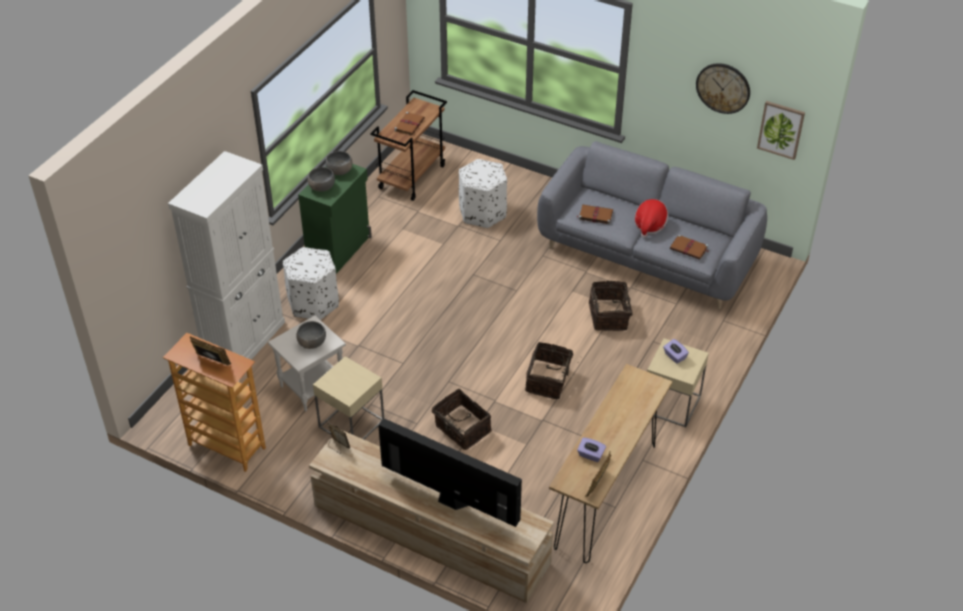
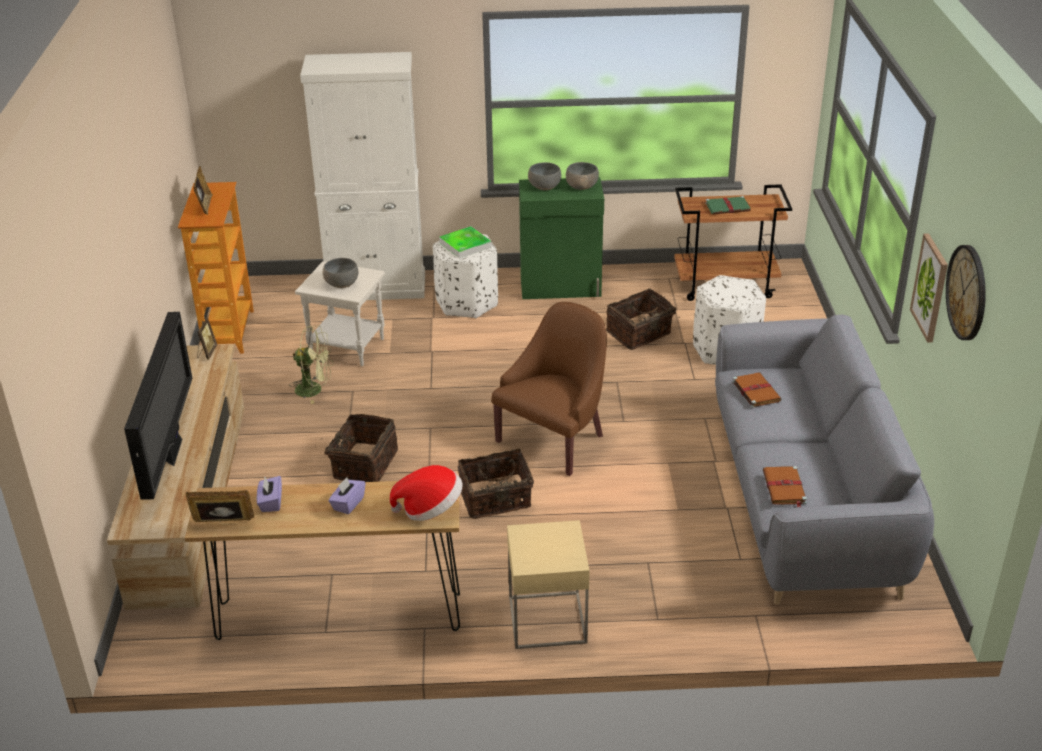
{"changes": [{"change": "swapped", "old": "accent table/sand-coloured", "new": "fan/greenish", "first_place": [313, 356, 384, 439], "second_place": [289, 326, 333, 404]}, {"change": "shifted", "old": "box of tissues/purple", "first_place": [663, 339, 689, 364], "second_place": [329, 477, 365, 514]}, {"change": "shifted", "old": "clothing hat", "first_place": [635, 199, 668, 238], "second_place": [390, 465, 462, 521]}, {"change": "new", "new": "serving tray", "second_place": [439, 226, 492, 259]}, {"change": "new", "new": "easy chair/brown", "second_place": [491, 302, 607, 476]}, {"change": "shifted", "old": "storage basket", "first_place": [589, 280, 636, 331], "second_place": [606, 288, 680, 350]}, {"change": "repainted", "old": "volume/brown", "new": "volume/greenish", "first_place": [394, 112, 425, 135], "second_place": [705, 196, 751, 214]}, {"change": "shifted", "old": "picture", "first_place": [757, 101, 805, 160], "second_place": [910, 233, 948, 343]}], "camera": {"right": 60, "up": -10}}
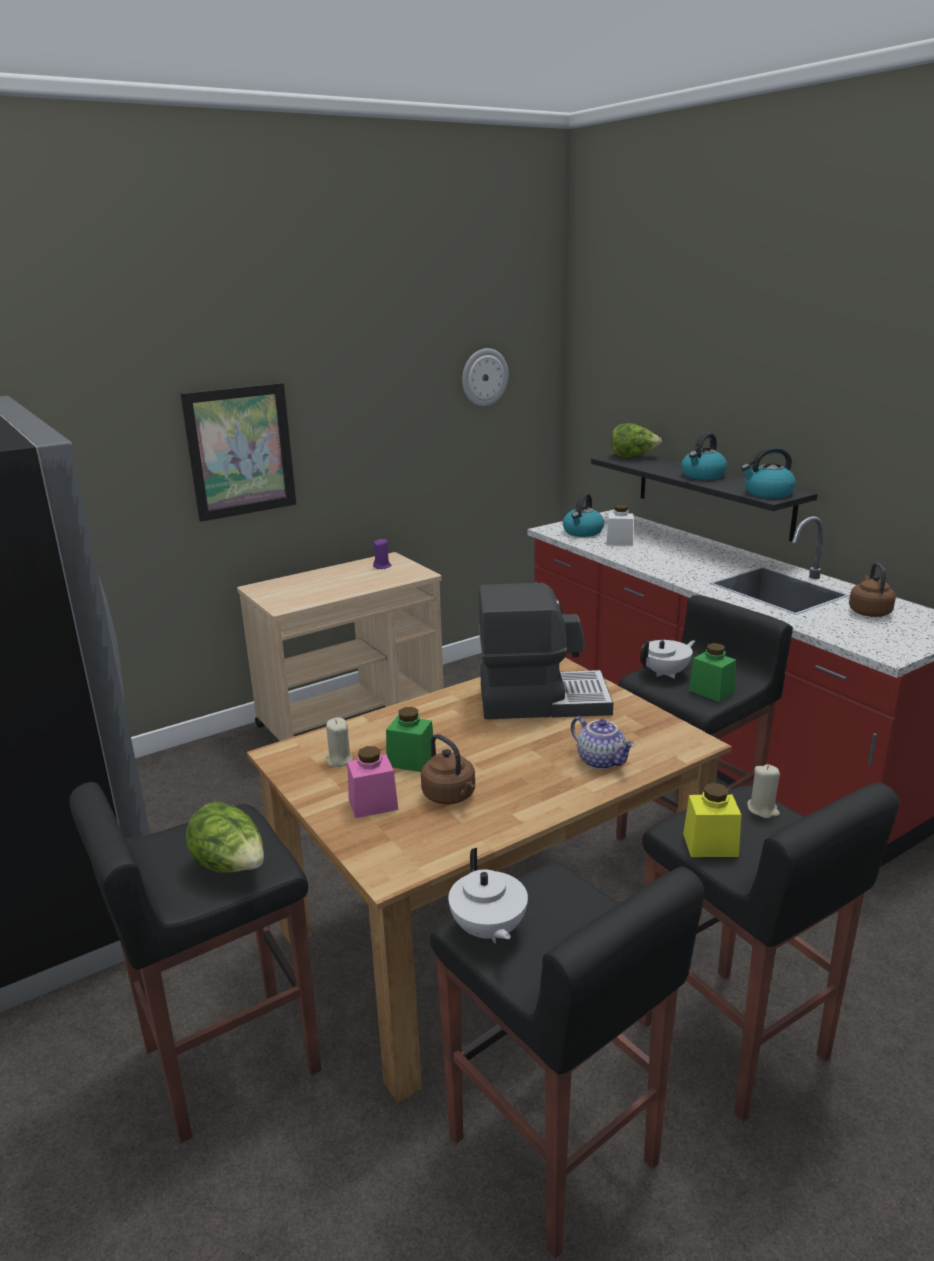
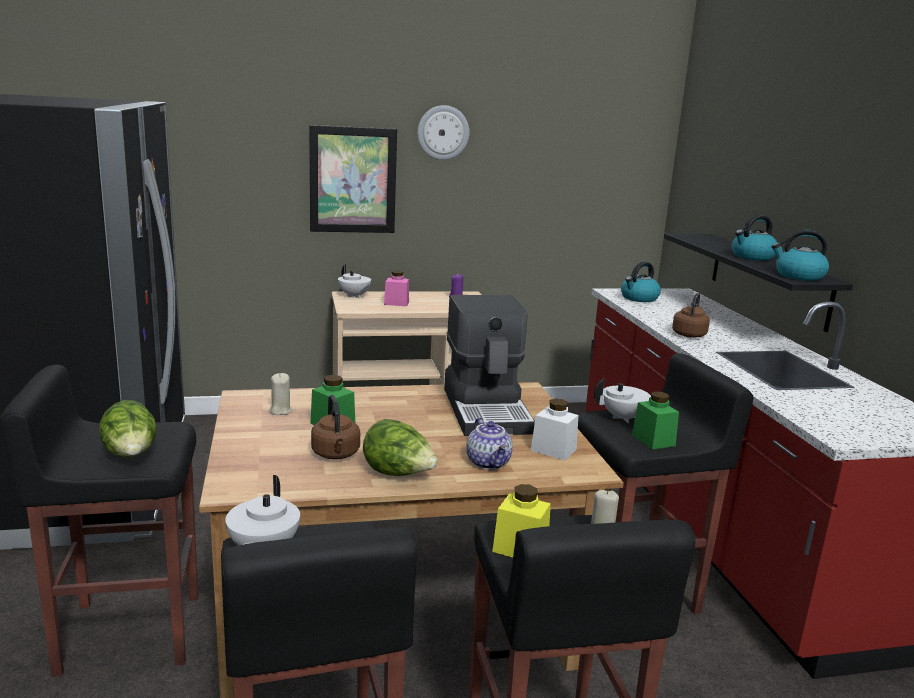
{"changes": [{"change": "new", "new": "tea pot/whitish", "second_place": [338, 264, 371, 298]}, {"change": "shifted", "old": "lettuce head", "first_place": [611, 423, 662, 458], "second_place": [363, 419, 438, 476]}, {"change": "shifted", "old": "jar/pink-coloured", "first_place": [347, 746, 398, 818], "second_place": [384, 271, 409, 306]}, {"change": "shifted", "old": "wall clock", "first_place": [462, 348, 509, 406], "second_place": [417, 105, 469, 160]}, {"change": "rotated", "old": "coffee machine", "first_place": [479, 583, 613, 719], "second_place": [444, 295, 535, 436], "degrees": 60}, {"change": "shifted", "old": "jar/whitish", "first_place": [606, 505, 633, 546], "second_place": [531, 399, 578, 461]}, {"change": "shifted", "old": "tea kettle/brown", "first_place": [849, 563, 896, 617], "second_place": [672, 293, 710, 338]}], "camera": {"right": 20, "up": -5}}
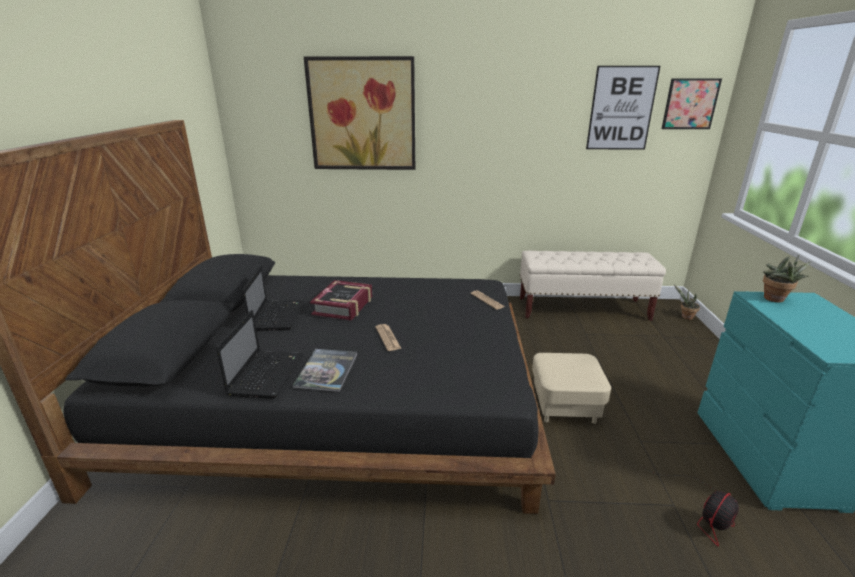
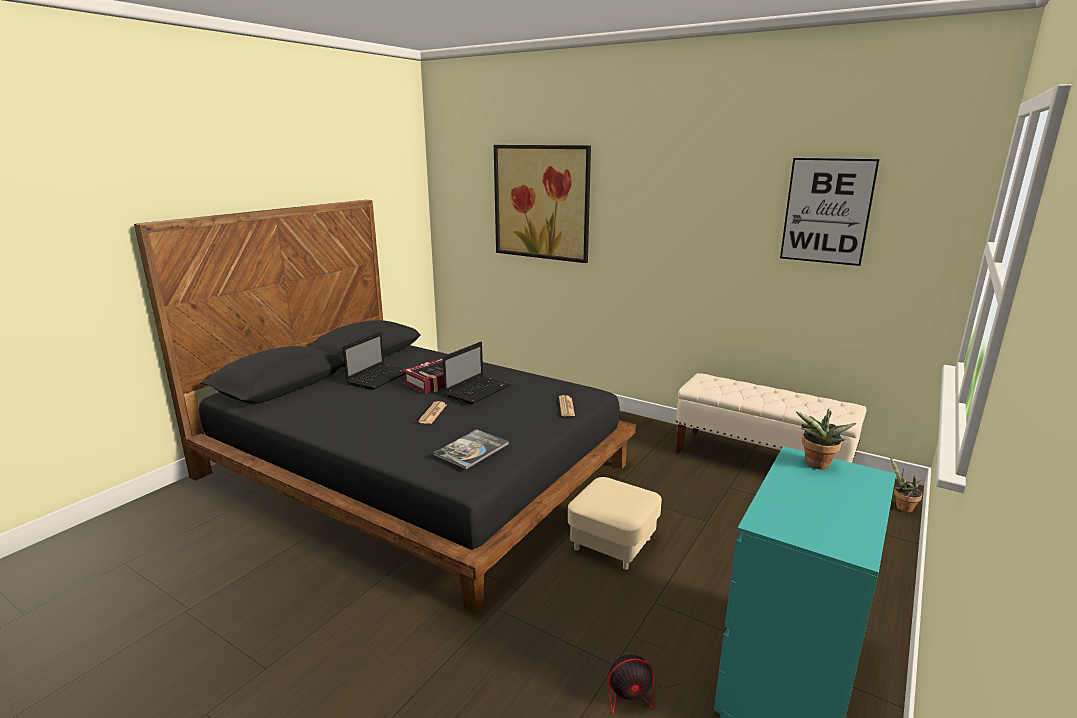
{"changes": [{"change": "shifted", "old": "volume", "first_place": [292, 349, 358, 392], "second_place": [433, 429, 509, 470]}, {"change": "shifted", "old": "laptop", "first_place": [216, 310, 303, 399], "second_place": [443, 342, 511, 405]}, {"change": "gone", "old": "picture", "first_place": [662, 78, 722, 129]}], "camera": {"right": 30, "up": -5}}
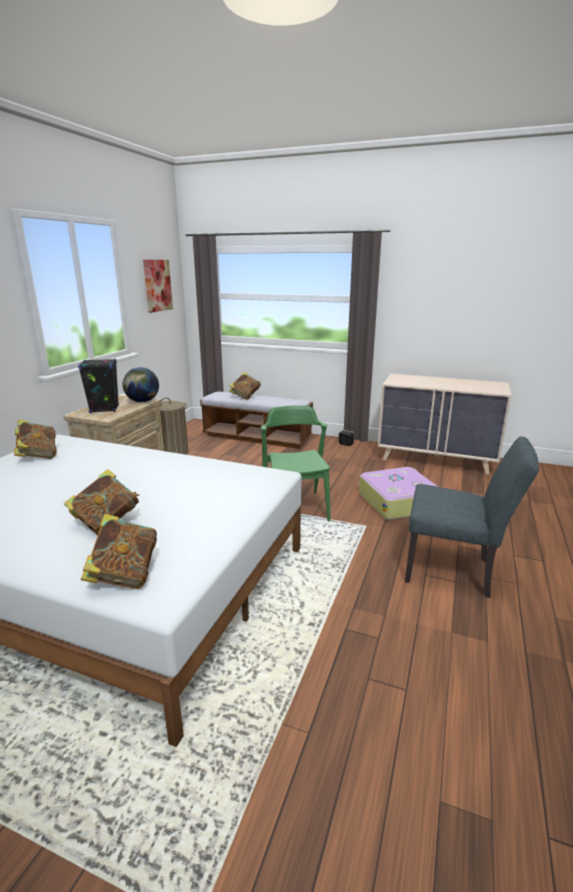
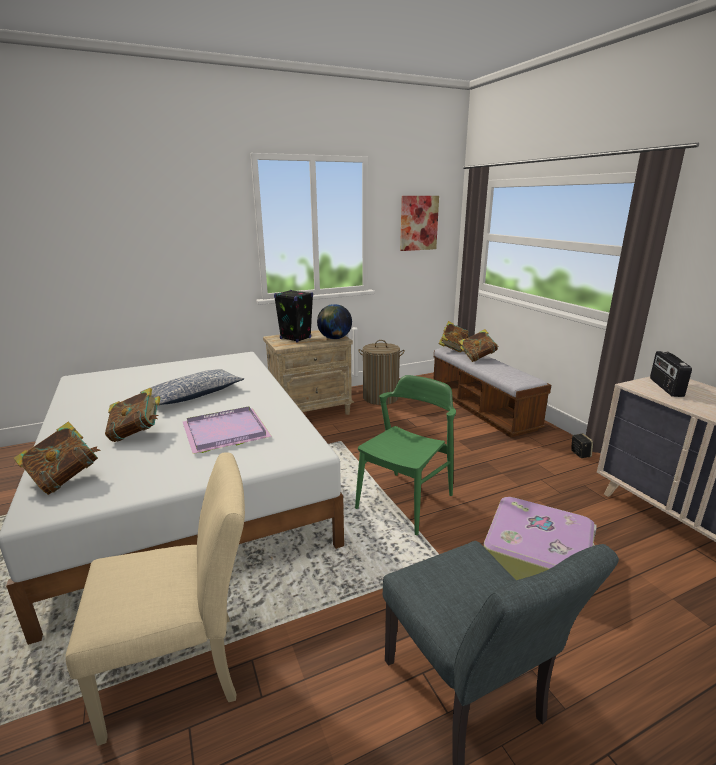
{"changes": [{"change": "new", "new": "chair/sand-coloured", "second_place": [65, 452, 245, 746]}, {"change": "new", "new": "cushion", "second_place": [140, 369, 244, 405]}, {"change": "new", "new": "serving tray/purple", "second_place": [183, 406, 272, 454]}, {"change": "shifted", "old": "volume", "first_place": [14, 419, 57, 459], "second_place": [439, 321, 469, 352]}, {"change": "new", "new": "radio set", "second_place": [650, 351, 692, 397]}], "camera": {"right": 45, "up": 0}}
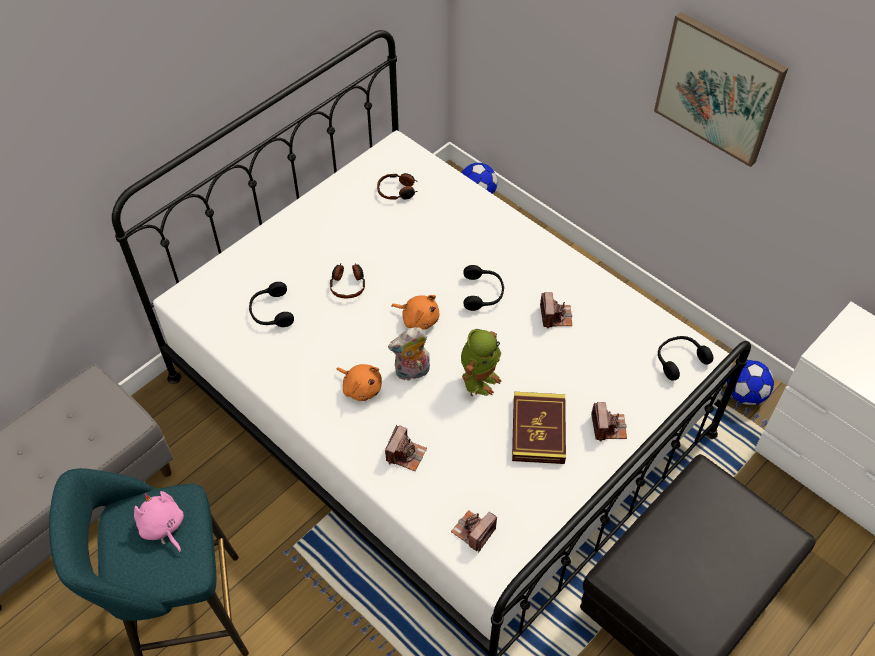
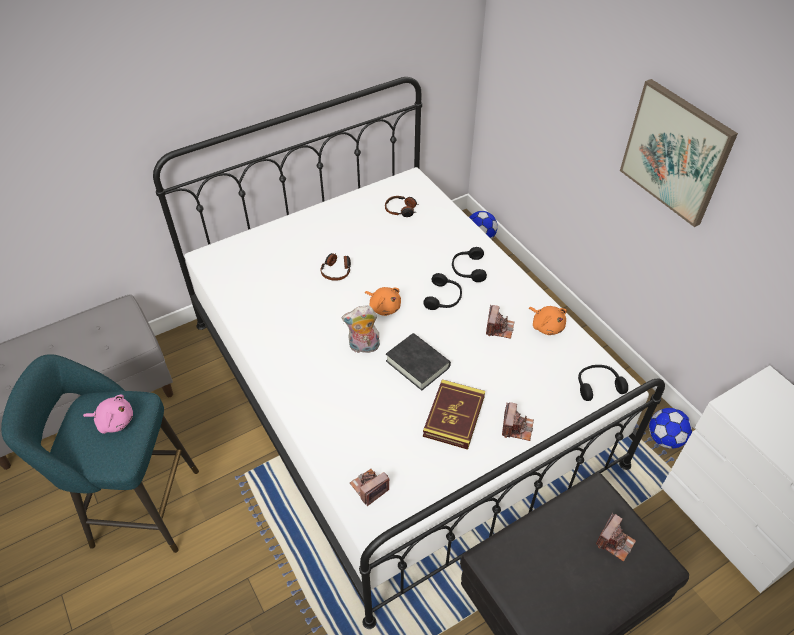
{"changes": [{"change": "rotated", "old": "soft toy/pink-coloured", "first_place": [134, 491, 184, 553], "second_place": [83, 394, 133, 434], "degrees": 120}, {"change": "swapped", "old": "model robot", "new": "volume/blackish", "first_place": [461, 329, 501, 396], "second_place": [386, 333, 451, 391]}, {"change": "shifted", "old": "headphones/blackish", "first_place": [249, 282, 294, 327], "second_place": [452, 247, 487, 282]}, {"change": "shifted", "old": "soft toy/orange-coloured", "first_place": [337, 364, 382, 401], "second_place": [528, 306, 567, 335]}, {"change": "shifted", "old": "photo camera", "first_place": [385, 425, 427, 471], "second_place": [596, 513, 636, 561]}], "camera": {"right": 15, "up": -5}}
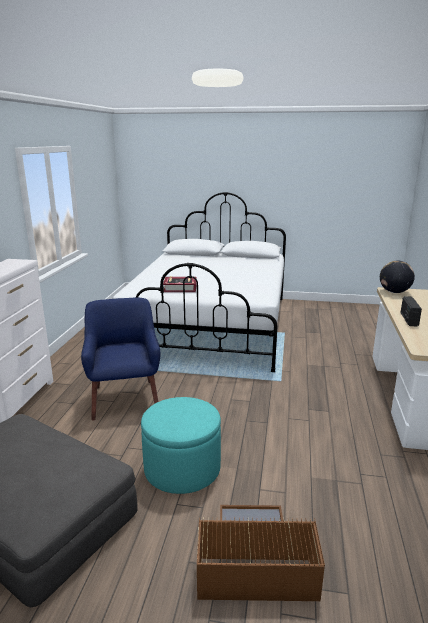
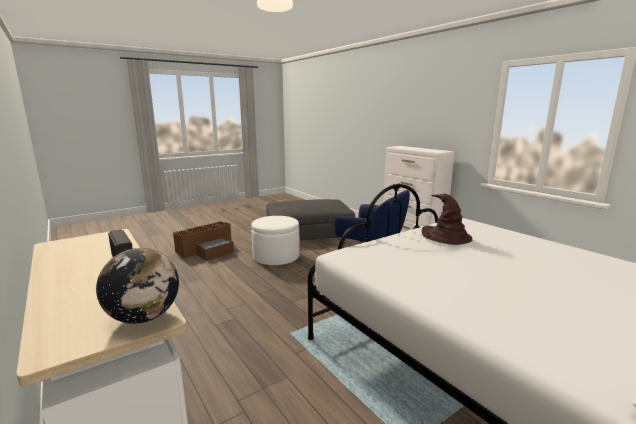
{"changes": [{"change": "repainted", "old": "pouffe/turquoise-coloured", "new": "pouffe/whitish", "first_place": [141, 397, 221, 494], "second_place": [251, 216, 300, 265]}, {"change": "swapped", "old": "volume", "new": "clothing hat/brown", "first_place": [163, 276, 197, 292], "second_place": [422, 193, 472, 245]}], "camera": {"right": 135, "up": -5}}
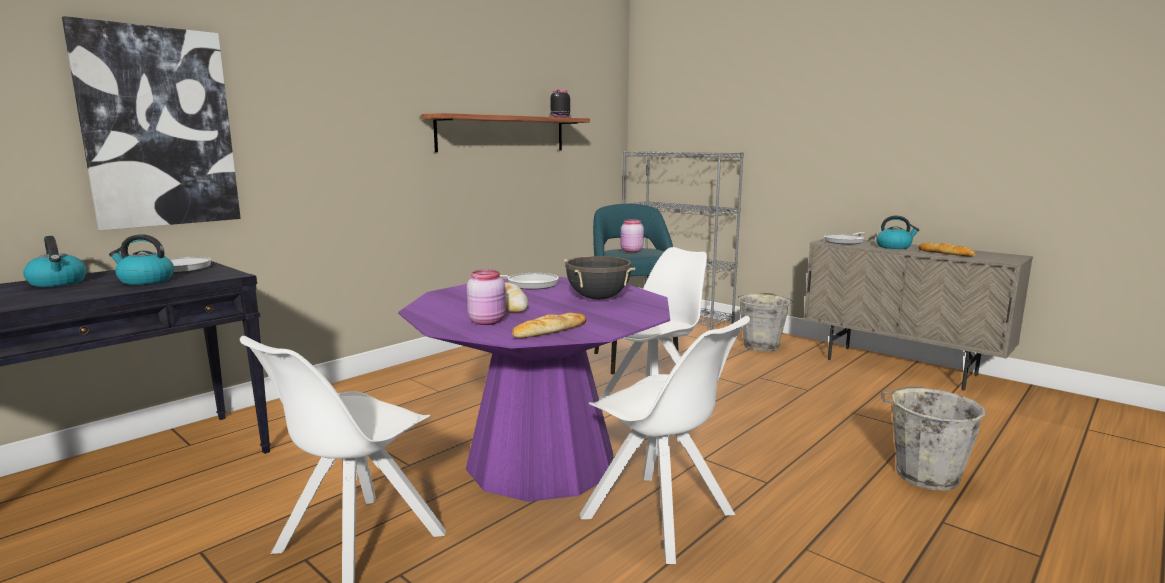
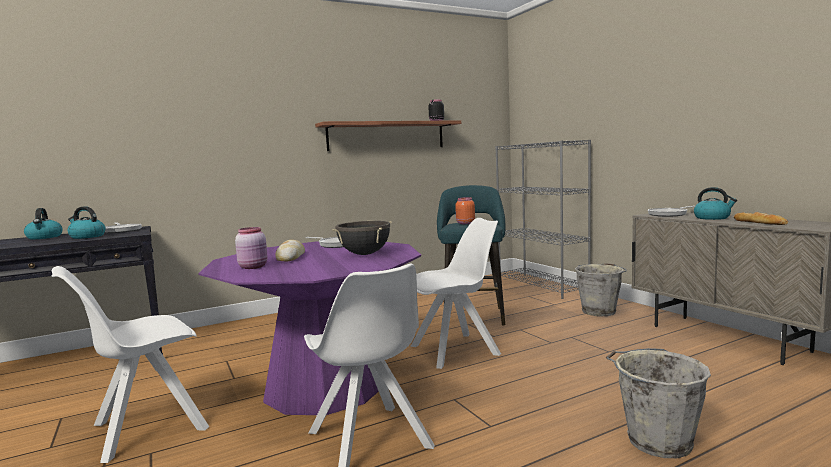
{"changes": [{"change": "repainted", "old": "jar/pink-coloured", "new": "jar/orange-coloured", "first_place": [620, 219, 644, 252], "second_place": [455, 197, 475, 224]}, {"change": "gone", "old": "picture", "first_place": [62, 16, 241, 230]}, {"change": "gone", "old": "bakery bread", "first_place": [512, 312, 586, 338]}], "camera": {"right": 20, "up": -5}}
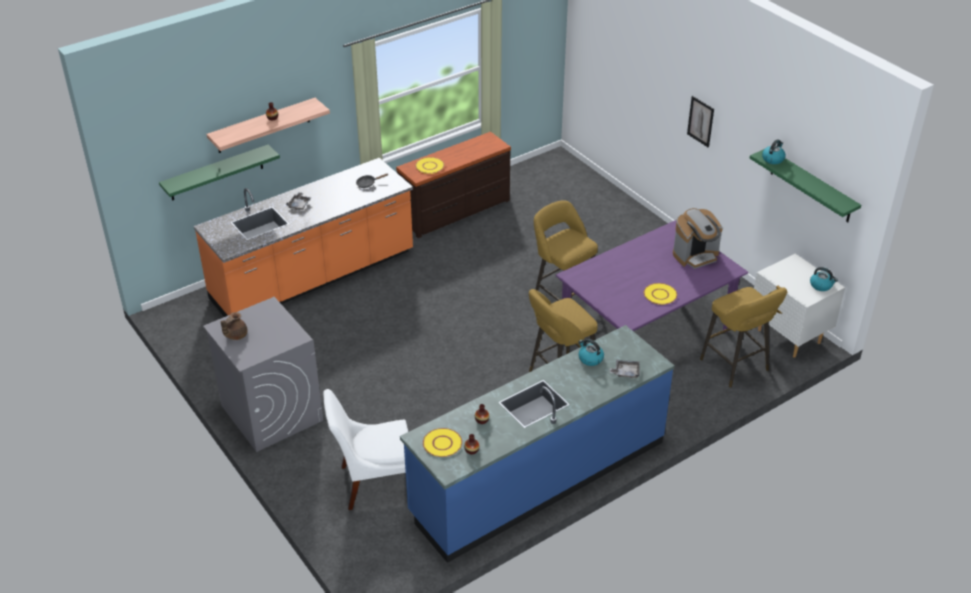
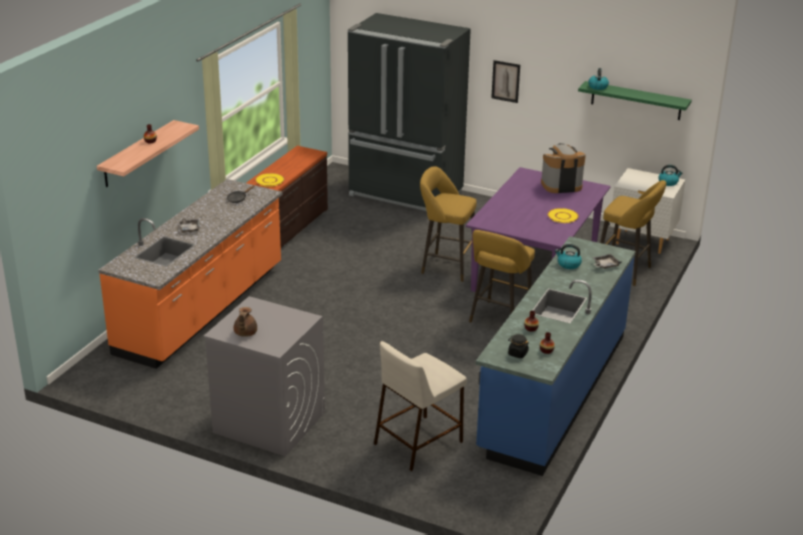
{"changes": [{"change": "new", "new": "fridge/blackish", "second_place": [347, 13, 471, 211]}, {"change": "swapped", "old": "chair/whitish", "new": "stool/sand-coloured", "first_place": [323, 389, 408, 510], "second_place": [374, 341, 467, 471]}, {"change": "swapped", "old": "dinner plate/yellow-coloured", "new": "jar/blackish", "first_place": [423, 428, 462, 457], "second_place": [508, 334, 529, 358]}, {"change": "rotated", "old": "coffee machine", "first_place": [673, 208, 723, 269], "second_place": [541, 143, 586, 193], "degrees": -135}, {"change": "gone", "old": "wall shelf/greenish", "first_place": [159, 144, 280, 201]}], "camera": {"right": -30, "up": -10}}
